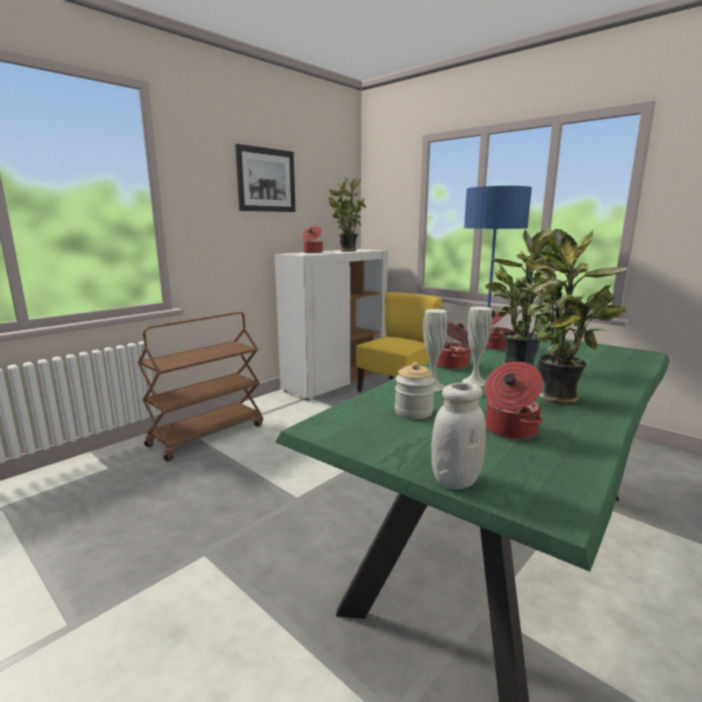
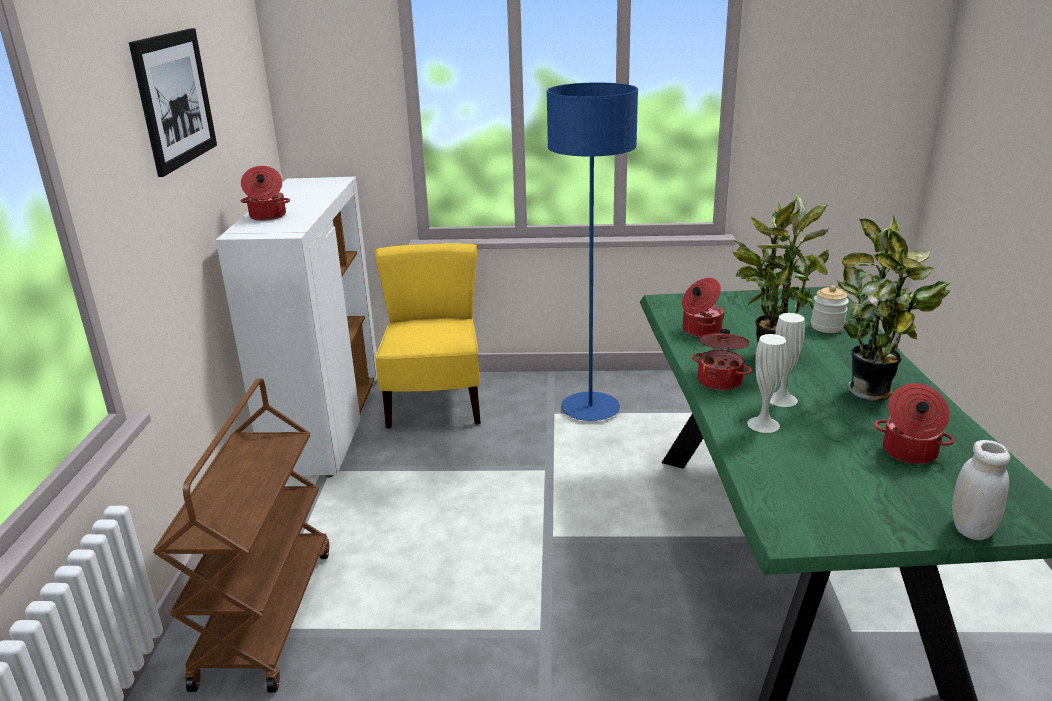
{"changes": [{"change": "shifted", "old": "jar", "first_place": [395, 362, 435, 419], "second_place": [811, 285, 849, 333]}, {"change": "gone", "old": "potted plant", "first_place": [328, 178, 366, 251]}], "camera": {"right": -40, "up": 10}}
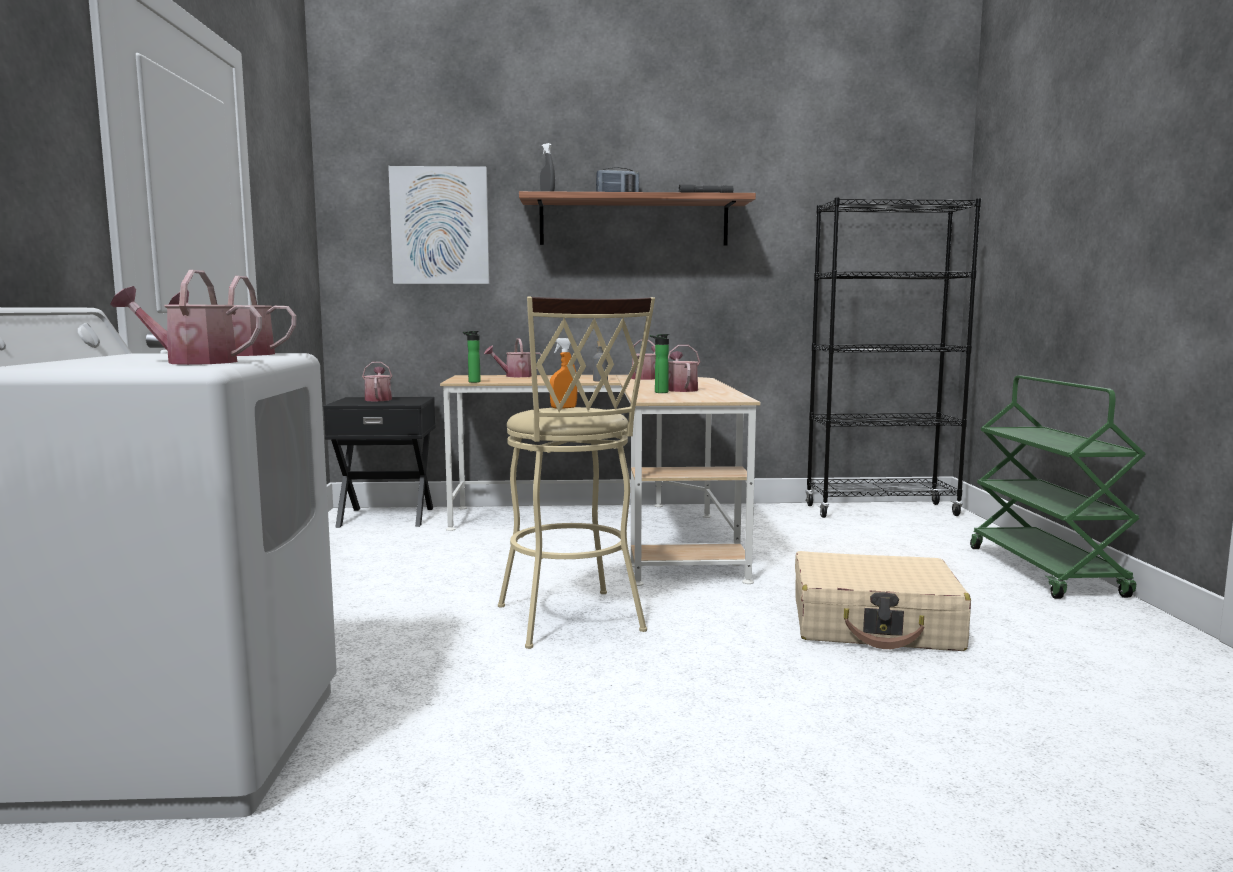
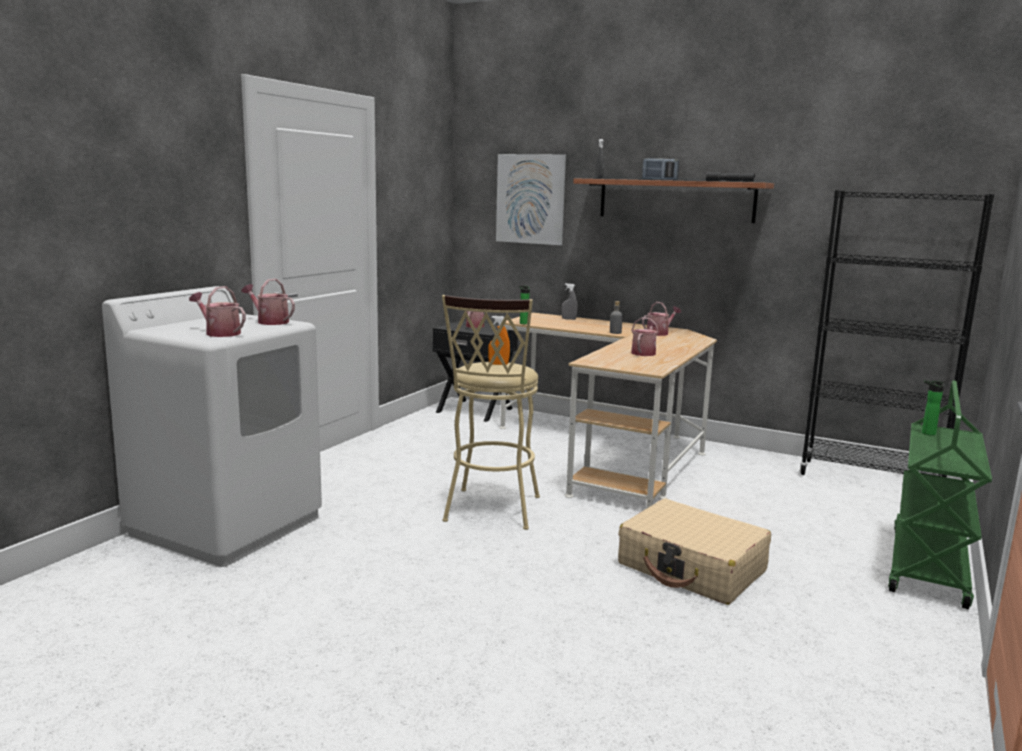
{"changes": [{"change": "swapped", "old": "watering can", "new": "spray bottle/grey", "first_place": [484, 339, 541, 377], "second_place": [562, 283, 577, 320]}, {"change": "shifted", "old": "drink bottle", "first_place": [650, 334, 669, 393], "second_place": [922, 380, 945, 436]}], "camera": {"right": 30, "up": 5}}
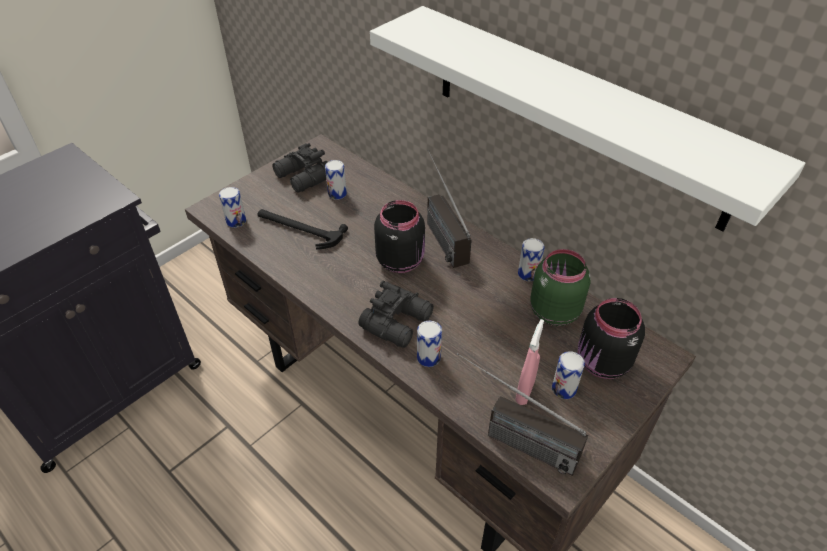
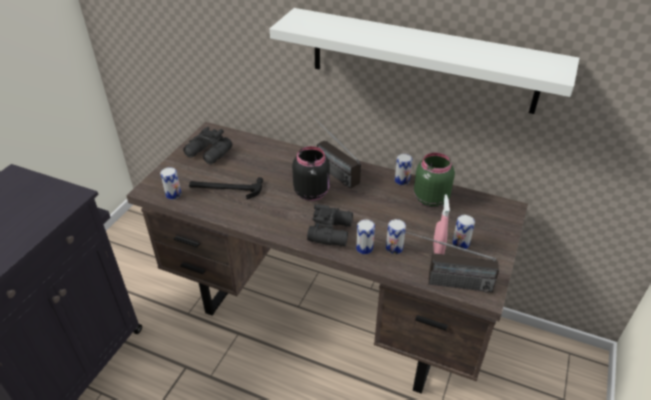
{"changes": [{"change": "shifted", "old": "metal can", "first_place": [325, 160, 347, 200], "second_place": [386, 219, 406, 254]}, {"change": "gone", "old": "jar/blackish", "first_place": [578, 298, 645, 379]}], "camera": {"right": -20, "up": -5}}
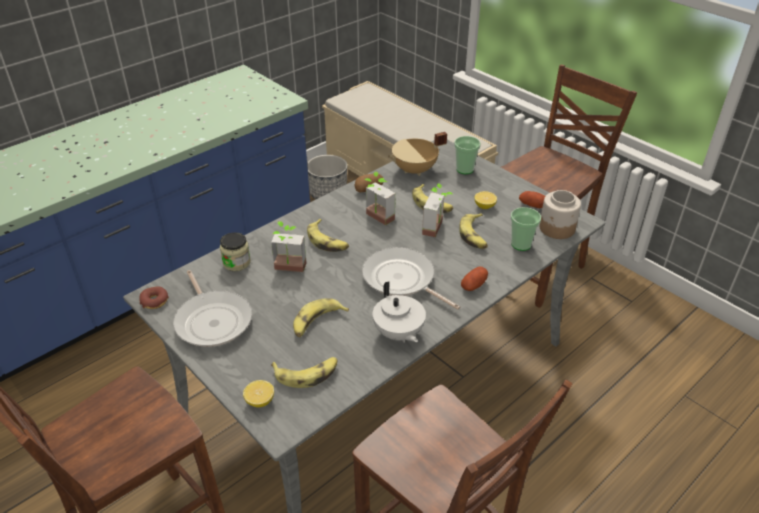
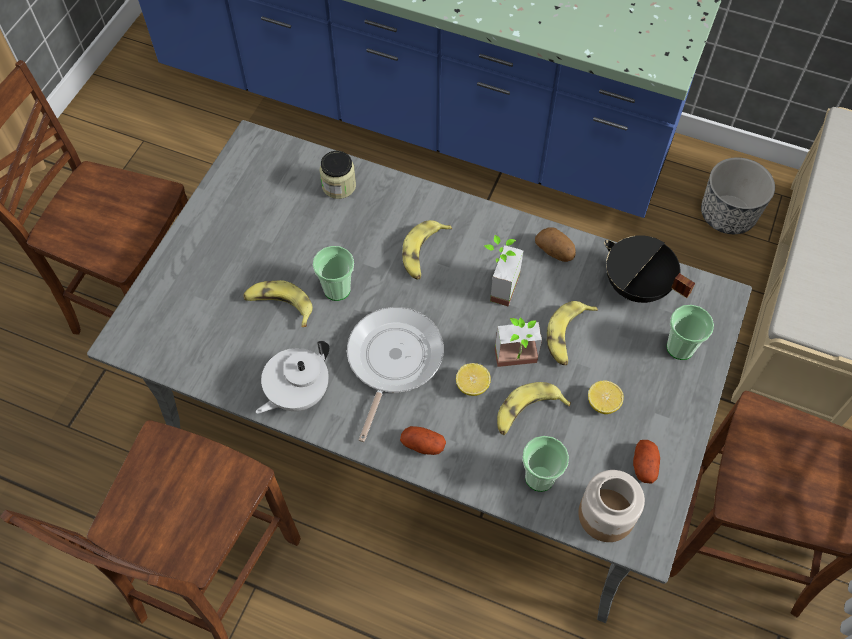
{"changes": [{"change": "new", "new": "cup", "second_place": [313, 246, 354, 301]}, {"change": "shifted", "old": "whole lemon", "first_place": [243, 380, 274, 407], "second_place": [456, 363, 491, 396]}, {"change": "repainted", "old": "saucepot/sand-coloured", "new": "saucepot/blackish", "first_place": [388, 132, 447, 176], "second_place": [604, 235, 695, 303]}, {"change": "gone", "old": "ring doughnut", "first_place": [139, 286, 169, 309]}, {"change": "gone", "old": "frying pan", "first_place": [173, 270, 252, 347]}, {"change": "gone", "old": "potted plant", "first_place": [271, 221, 307, 272]}, {"change": "gone", "old": "whole banana", "first_place": [271, 357, 337, 388]}], "camera": {"right": 65, "up": 20}}
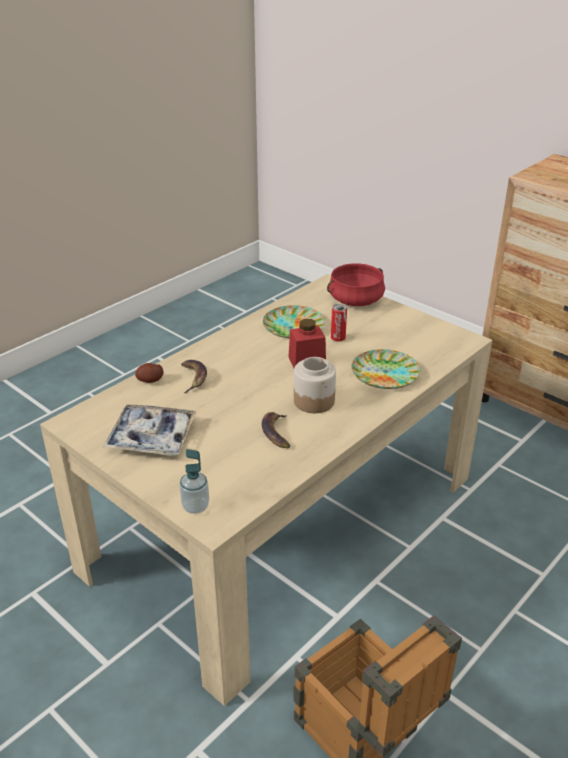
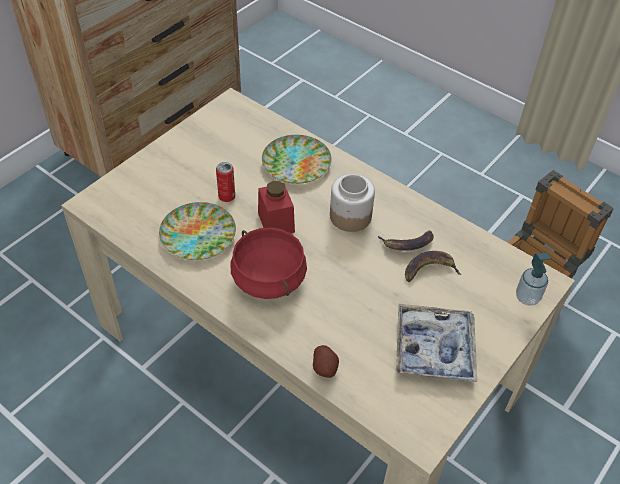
{"changes": [{"change": "shifted", "old": "saucepot/red", "first_place": [327, 263, 385, 306], "second_place": [230, 227, 307, 299]}, {"change": "shifted", "old": "whole banana", "first_place": [181, 360, 207, 393], "second_place": [405, 251, 462, 282]}], "camera": {"right": -95, "up": 15}}
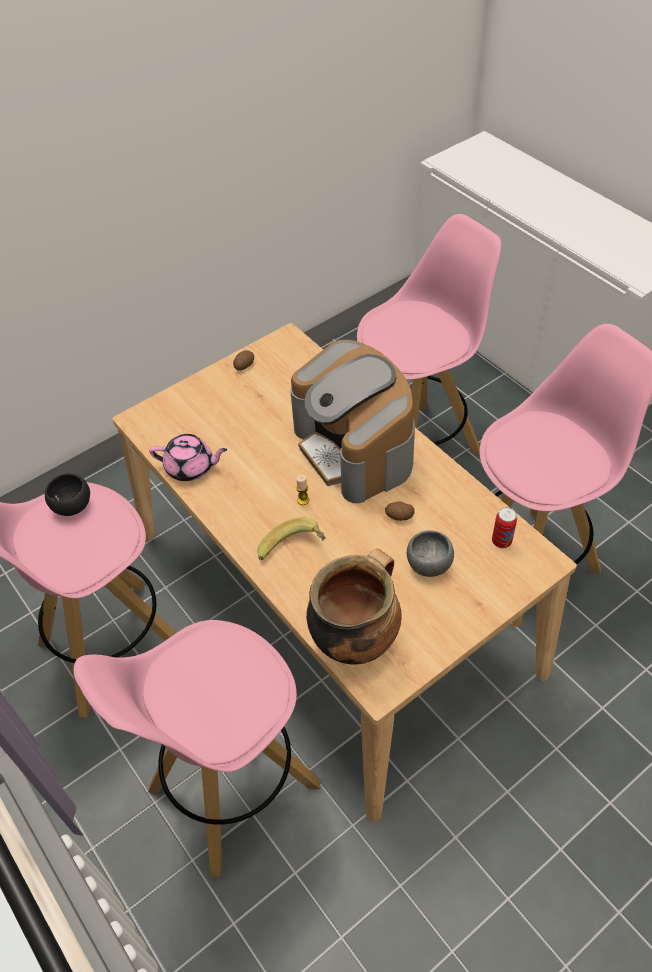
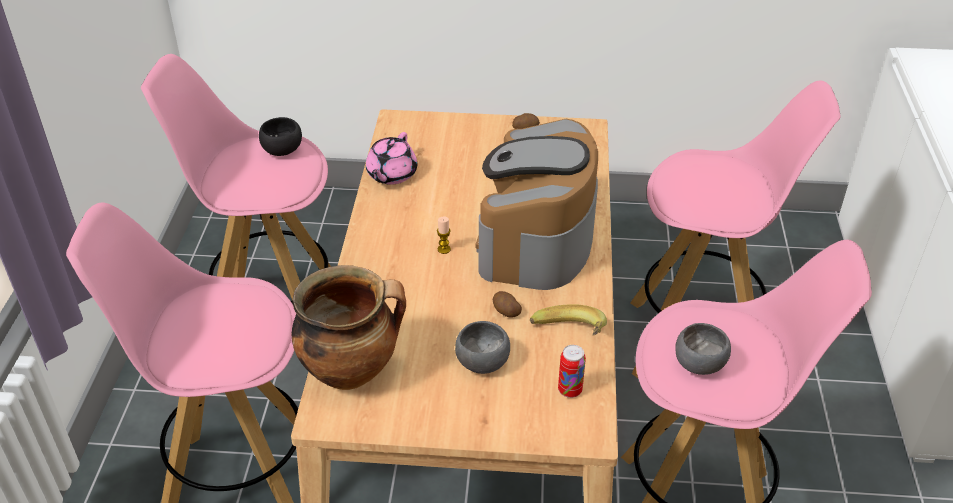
{"changes": [{"change": "rotated", "old": "tea pot/pink-coloured", "first_place": [149, 434, 227, 481], "second_place": [366, 132, 417, 185], "degrees": 60}, {"change": "shifted", "old": "whole banana", "first_place": [258, 517, 326, 560], "second_place": [530, 304, 607, 335]}, {"change": "new", "new": "bowl/grey", "second_place": [675, 323, 731, 375]}], "camera": {"right": 40, "up": -10}}
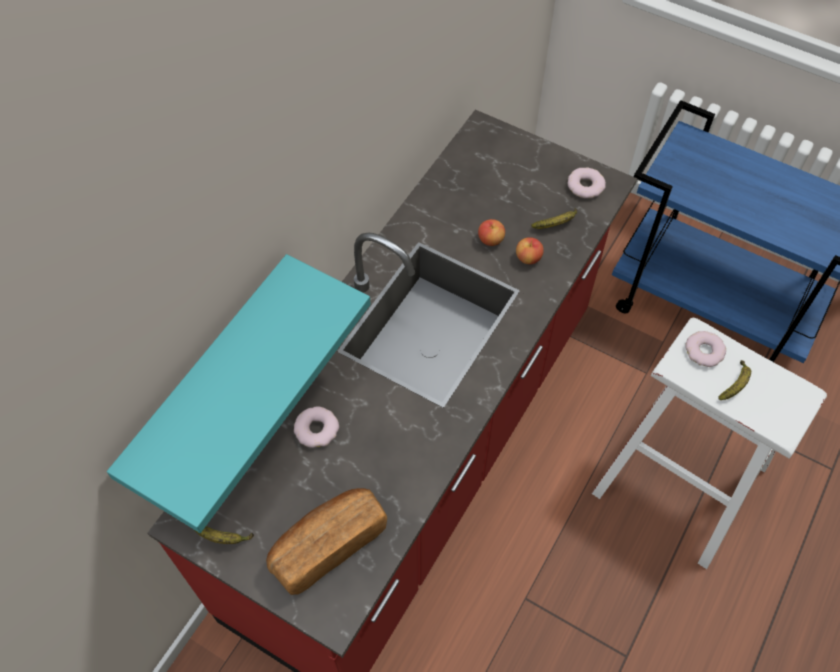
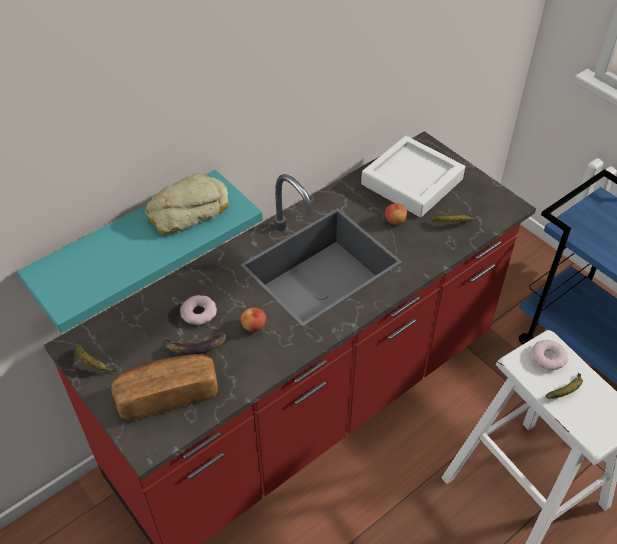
{"changes": [{"change": "new", "new": "bakery bread", "second_place": [145, 173, 228, 235]}, {"change": "new", "new": "whole banana", "second_place": [165, 331, 226, 355]}, {"change": "shifted", "old": "whole apple", "first_place": [516, 237, 544, 264], "second_place": [241, 307, 266, 332]}, {"change": "new", "new": "serving tray/whitish", "second_place": [361, 136, 465, 217]}, {"change": "gone", "old": "ring doughnut", "first_place": [568, 167, 606, 198]}], "camera": {"right": 20, "up": -10}}
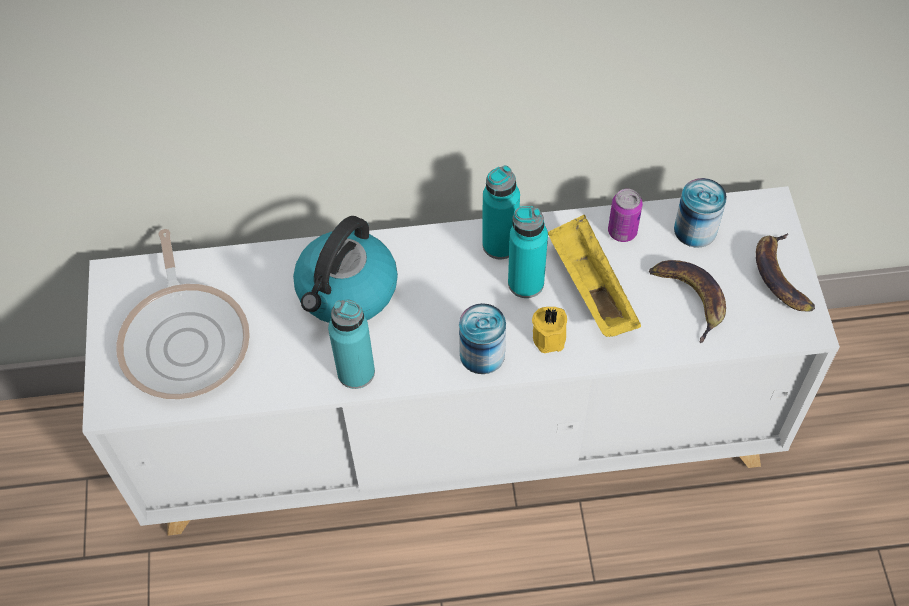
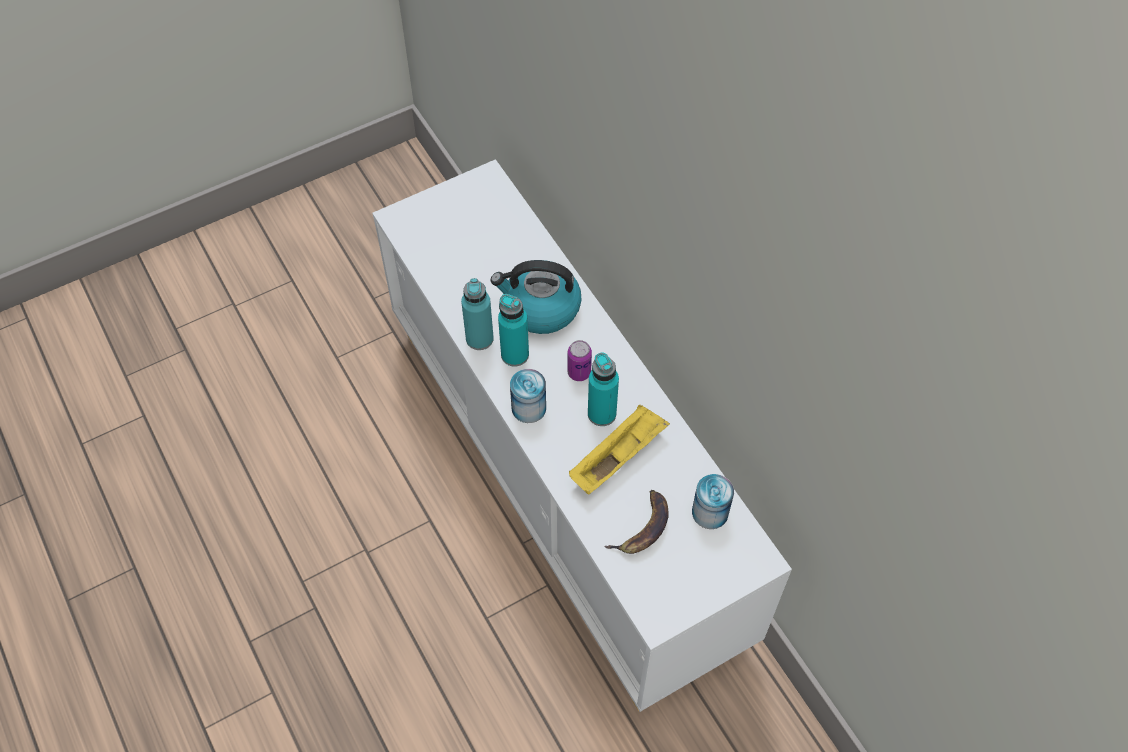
{"changes": [{"change": "shifted", "old": "drink bottle/turquoise-coloured", "first_place": [482, 165, 520, 259], "second_place": [498, 294, 529, 367]}, {"change": "shifted", "old": "metal can", "first_place": [608, 189, 643, 242], "second_place": [568, 340, 592, 381]}, {"change": "gone", "old": "frying pan", "first_place": [116, 229, 250, 399]}, {"change": "gone", "old": "wax candle/yellow-coloured", "first_place": [532, 307, 567, 353]}, {"change": "gone", "old": "whole banana", "first_place": [756, 233, 815, 311]}], "camera": {"right": 65, "up": 0}}
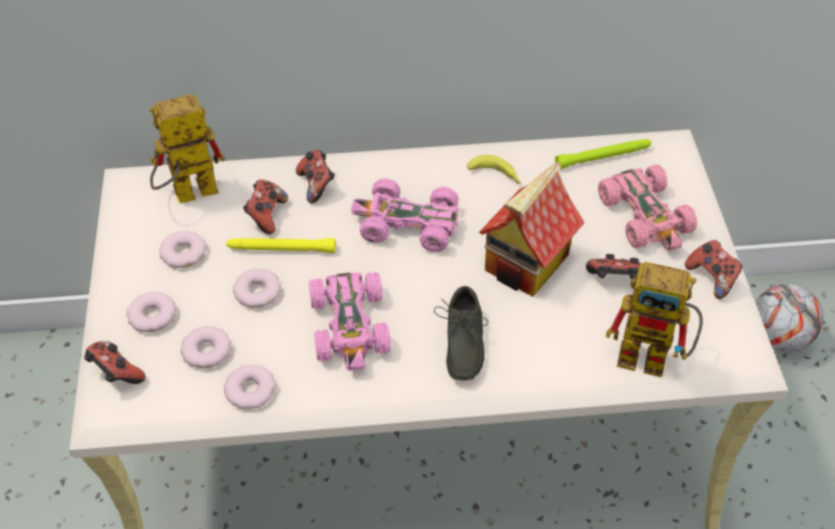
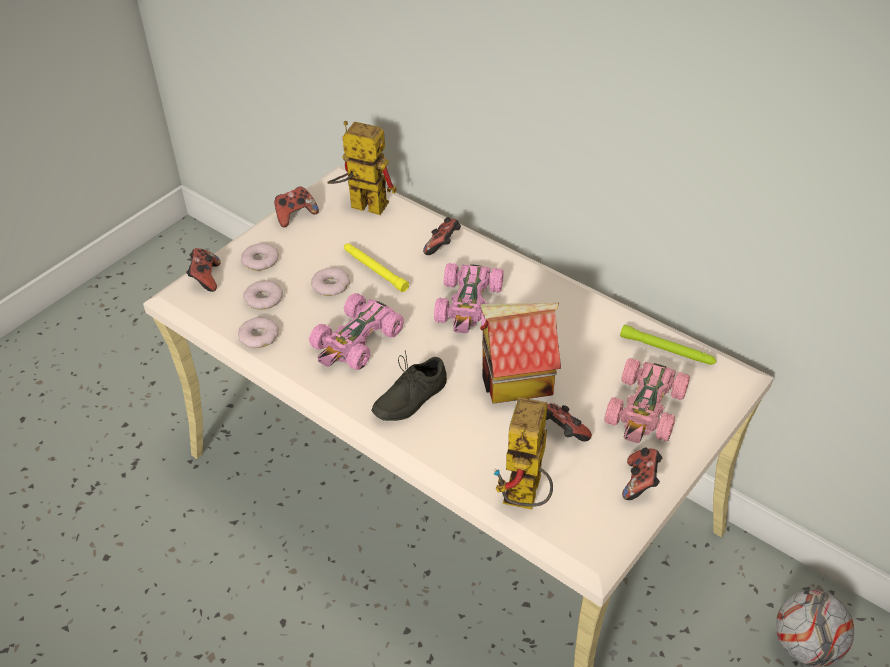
{"changes": [{"change": "shifted", "old": "game controller", "first_place": [243, 179, 288, 235], "second_place": [274, 186, 319, 227]}, {"change": "rotated", "old": "miniature car/pink-coloured", "first_place": [351, 178, 460, 252], "second_place": [434, 263, 504, 333], "degrees": -135}, {"change": "rotated", "old": "model robot", "first_place": [606, 262, 703, 377], "second_place": [493, 397, 553, 510], "degrees": 45}, {"change": "gone", "old": "ring doughnut", "first_place": [159, 231, 207, 268]}, {"change": "gone", "old": "whole banana", "first_place": [467, 155, 521, 184]}], "camera": {"right": 45, "up": -5}}
